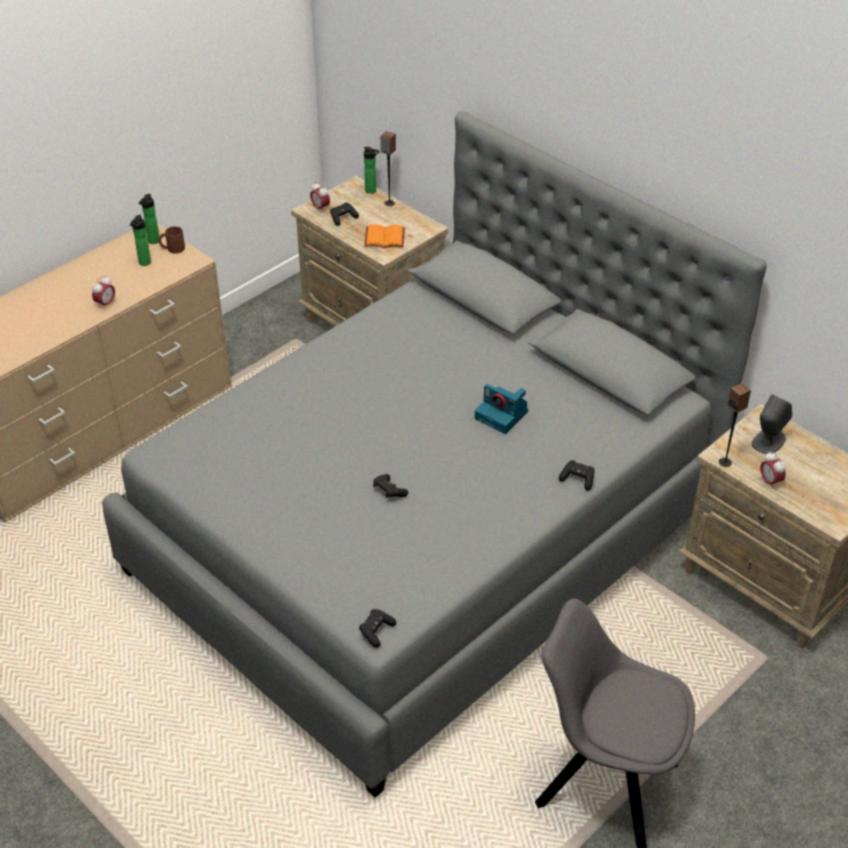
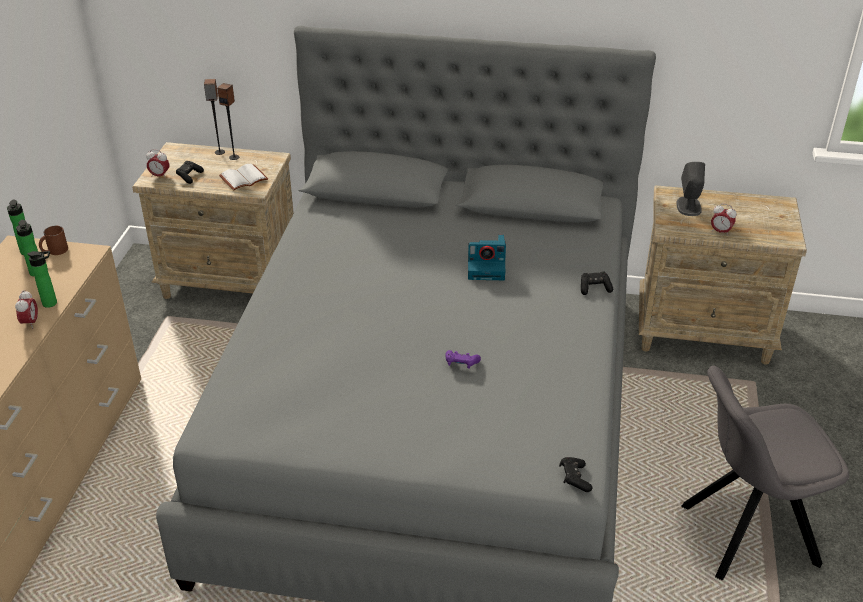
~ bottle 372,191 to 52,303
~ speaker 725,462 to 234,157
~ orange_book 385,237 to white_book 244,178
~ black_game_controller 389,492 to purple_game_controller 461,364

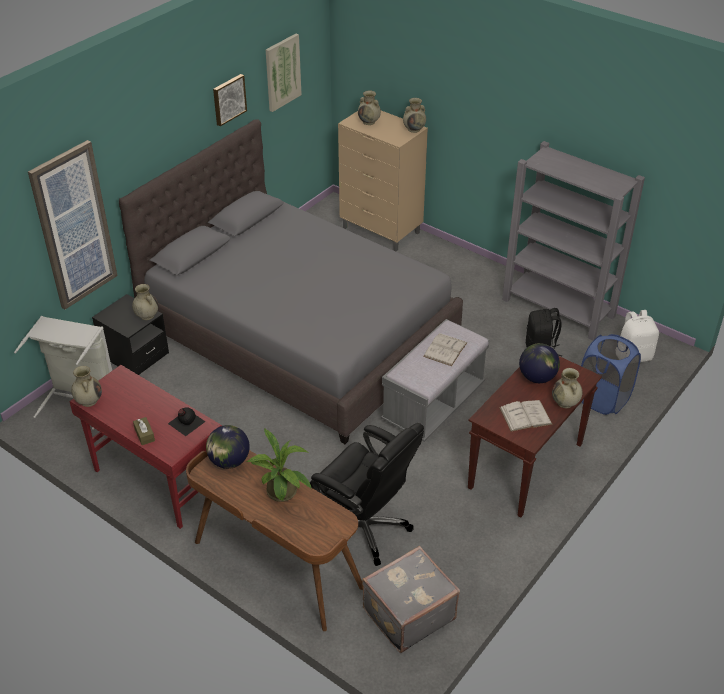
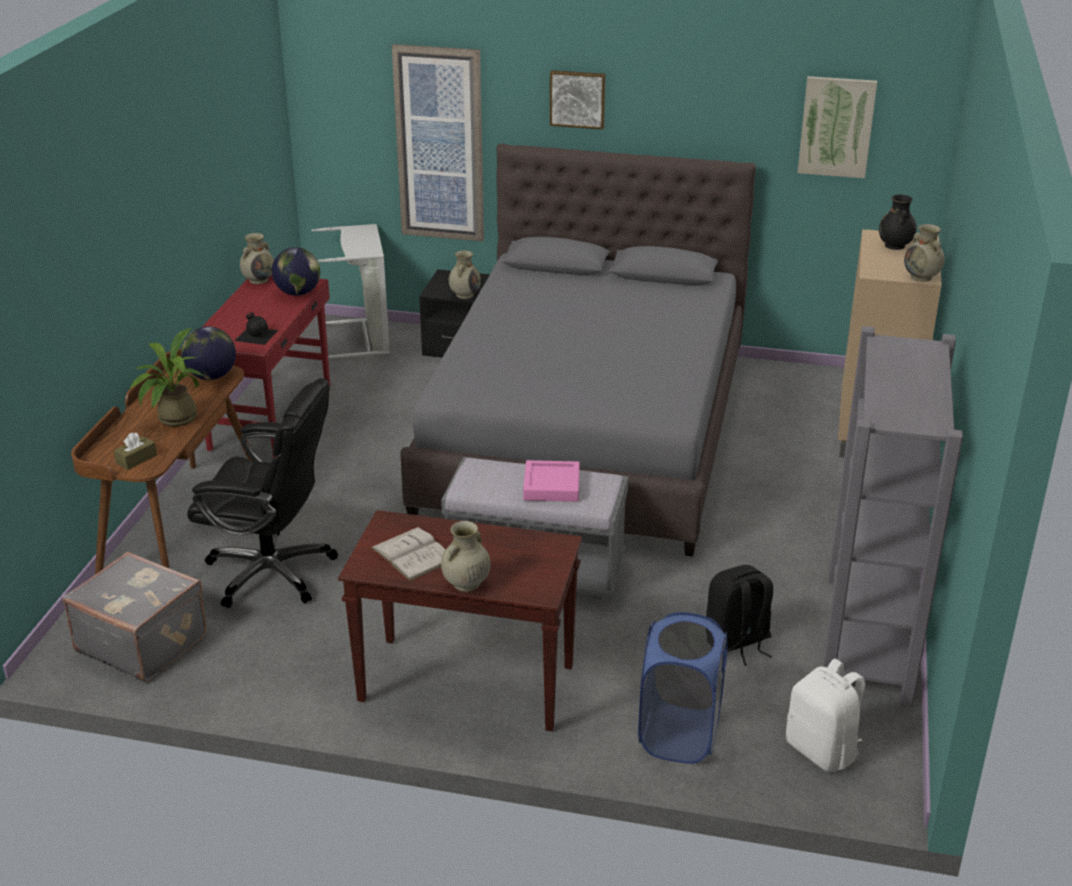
~ brown_tissue_box 144,435 to 136,459
~ picture 228,99 to 577,99
~ globe 537,378 to 298,293
~ white_book 445,349 to pink_tray 551,486
~ beige_vase 369,122 to black_vase 895,246
~ black_office_chair 363,527 = 271,571 90 degrees counterclockwise

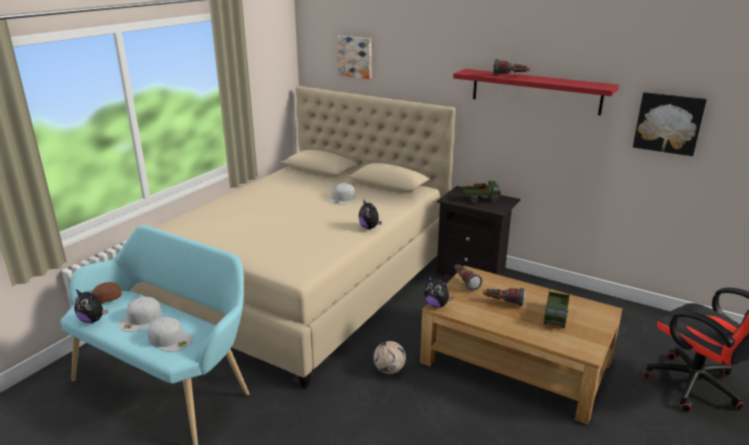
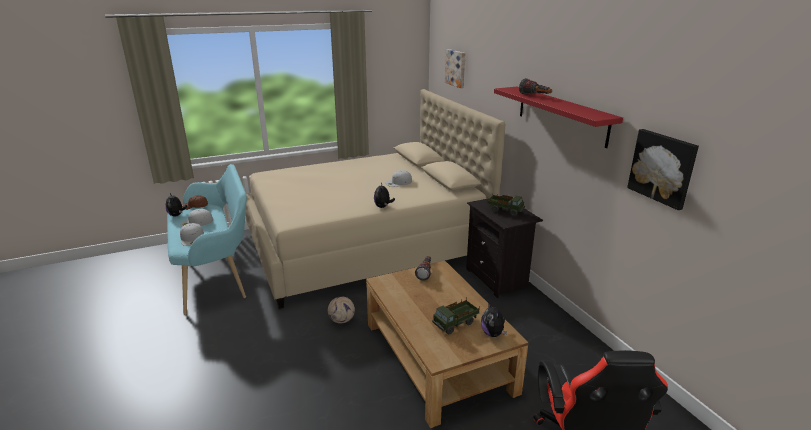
- flashlight 503,302
~ plush_toy 436,305 to 493,333

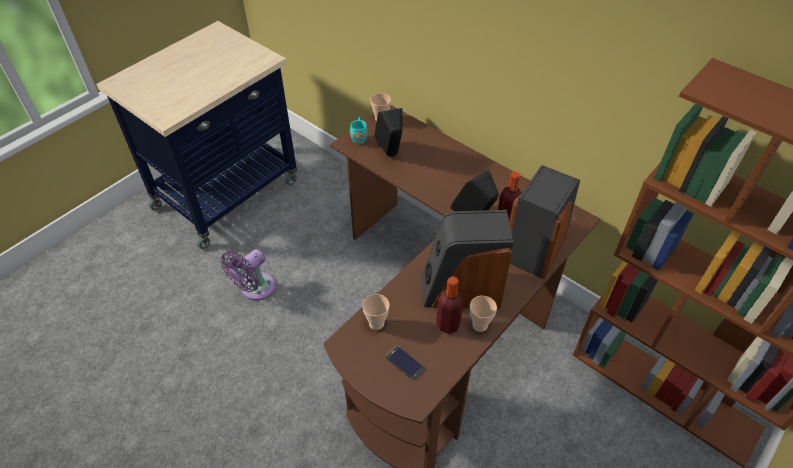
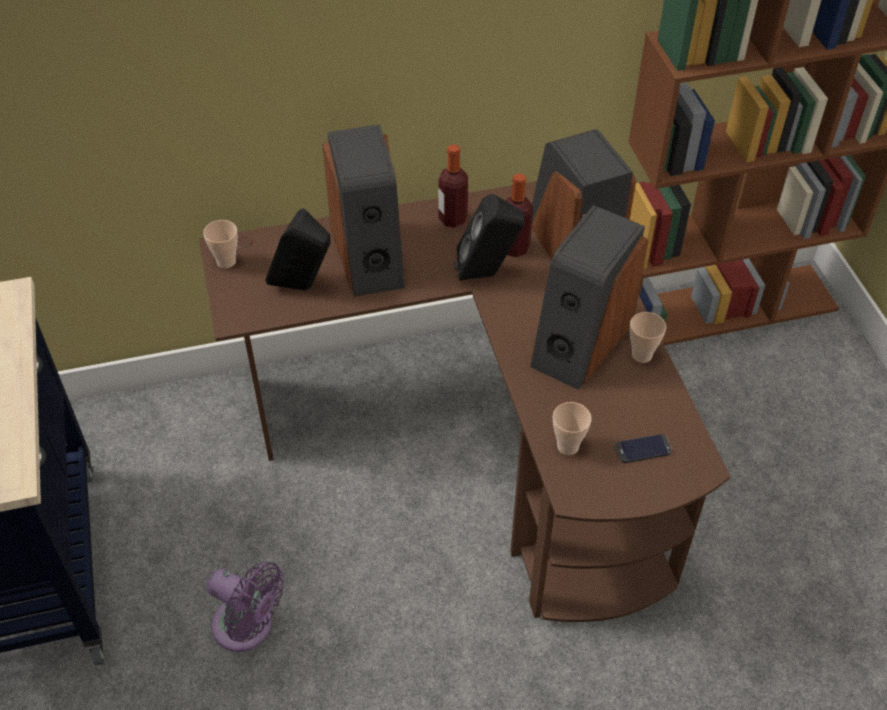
- turquoise_mug 359,137
+ speaker 369,256
~ bottle 448,324 to 453,219
~ purple_fan 255,289 = 247,628 45 degrees counterclockwise

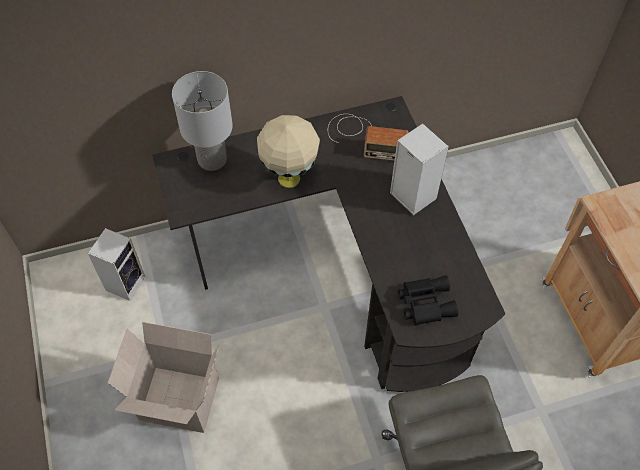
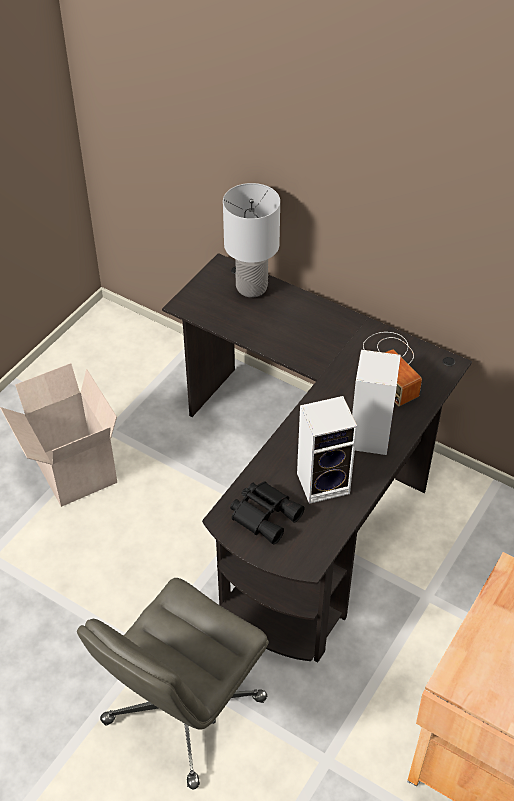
- beige_table_lamp 290,178
~ speaker 125,282 to 324,482

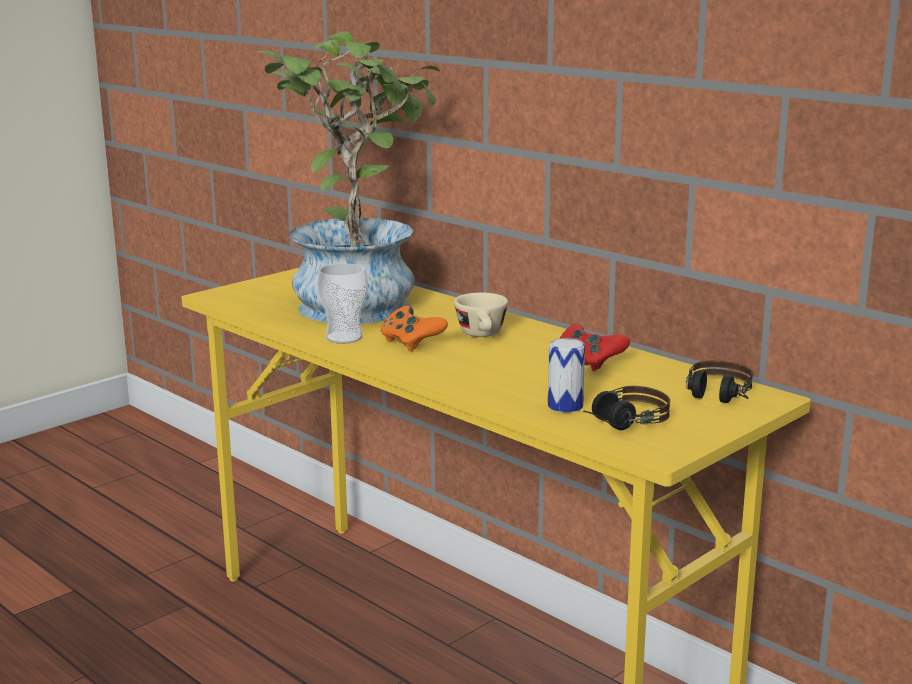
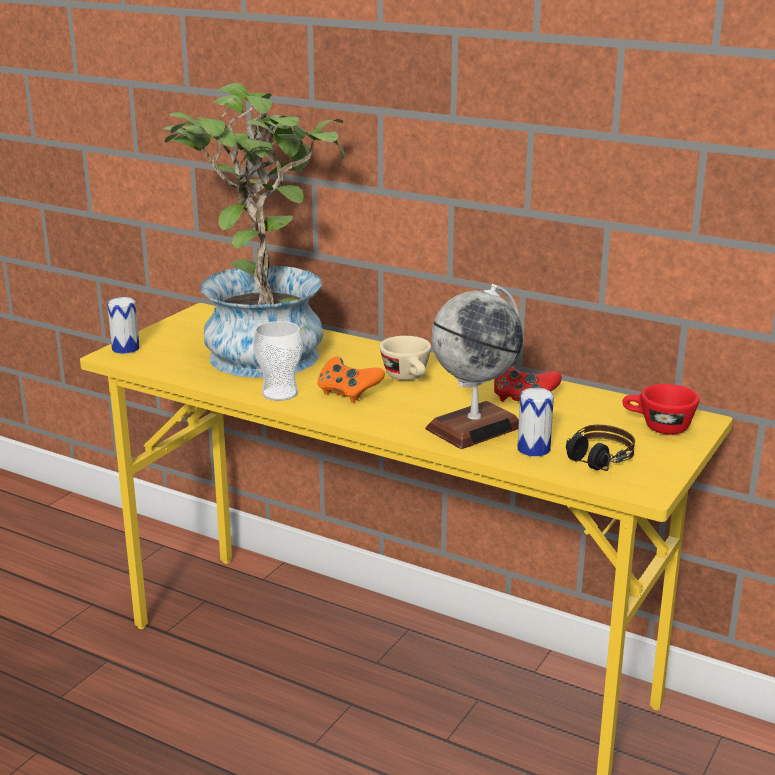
+ can 125,349
+ globe 474,427
~ headphones 717,399 to red_cup 657,427

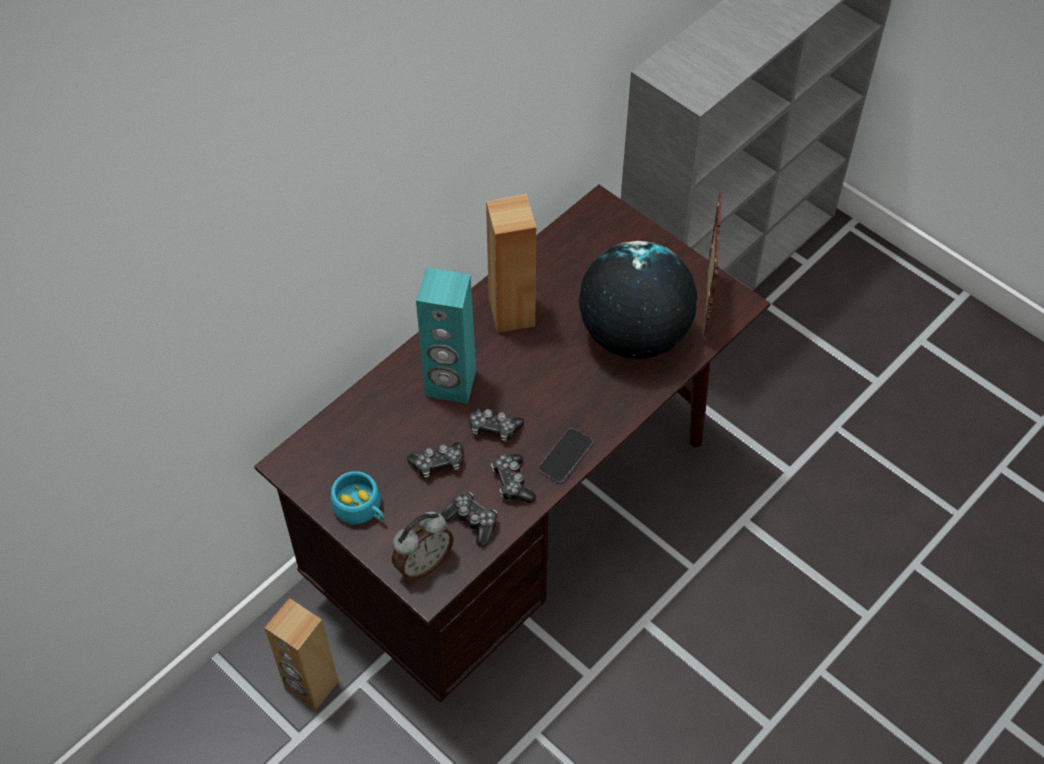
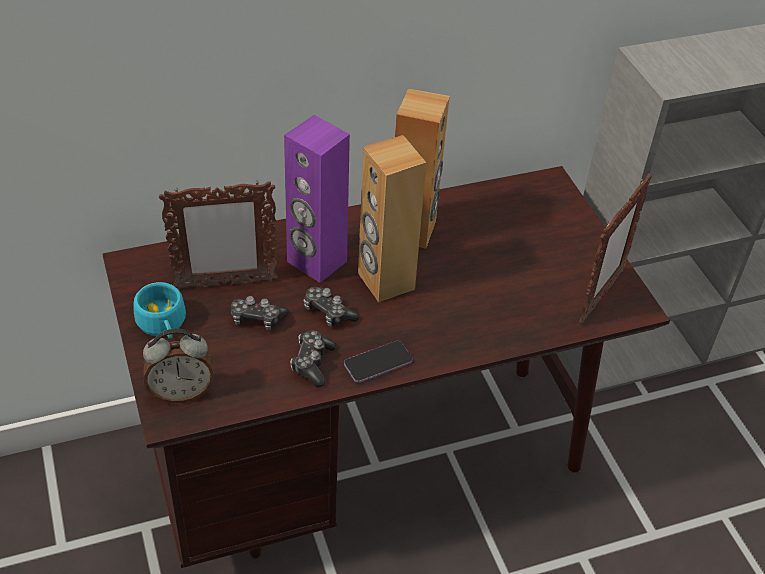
- game_controller 472,522
- globe 633,335
+ picture_frame 225,284
~ brown_speaker 311,686 to 385,281
~ turquoise_speaker 450,384 to purple_speaker 316,262

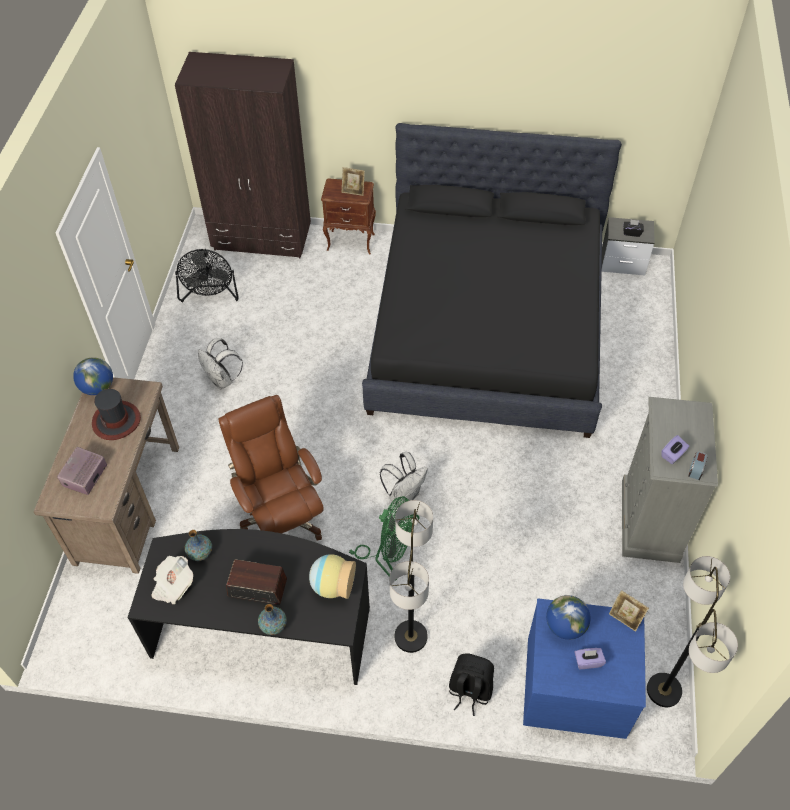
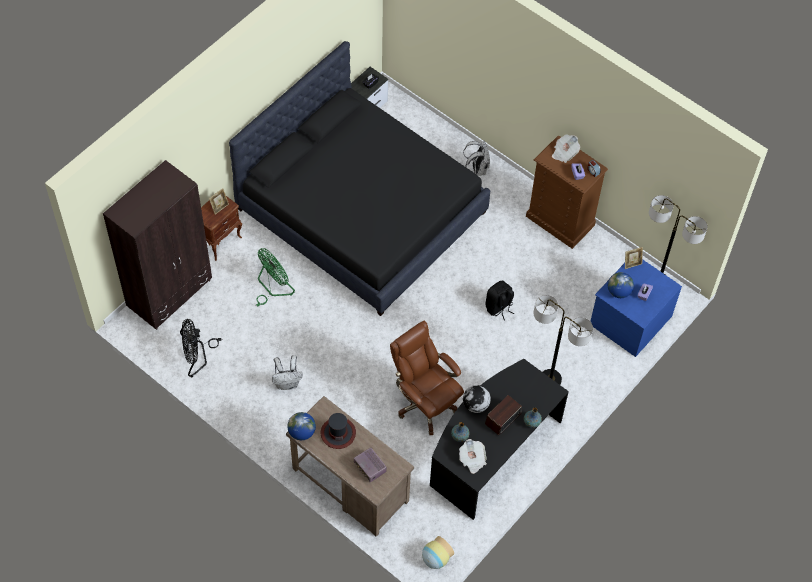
+ globe 475,405
+ newspaper 564,153
~ vase 332,585 to 435,559
~ green_fan 390,549 to 271,285
~ white_backpack 404,495 to 477,169
~ black_backpack 469,690 to 499,307
~ grey_dresser 650,521 to brown_dresser 560,221
~ black_fan 208,292 = 197,353 135 degrees clockwise
~ brown_office_chair 282,518 = 425,403 45 degrees clockwise

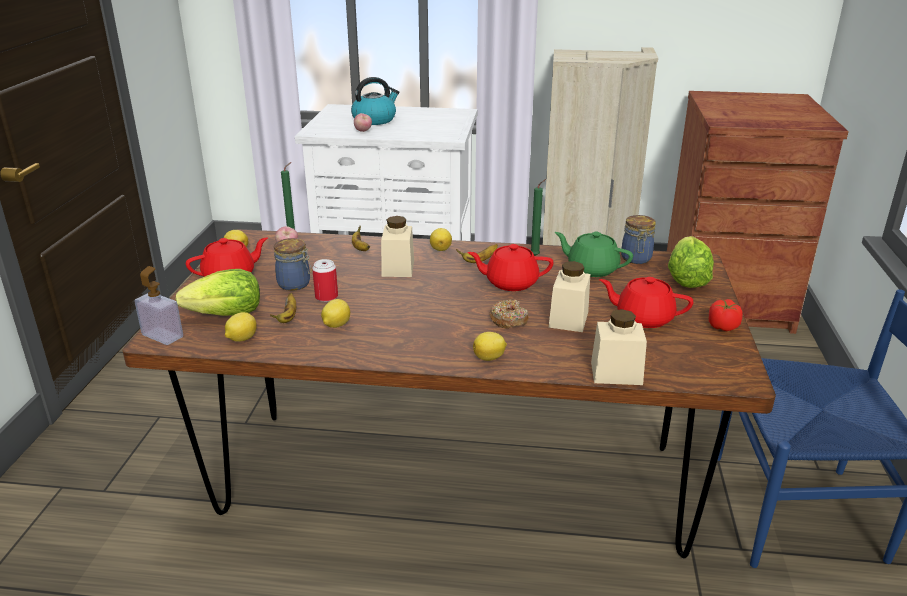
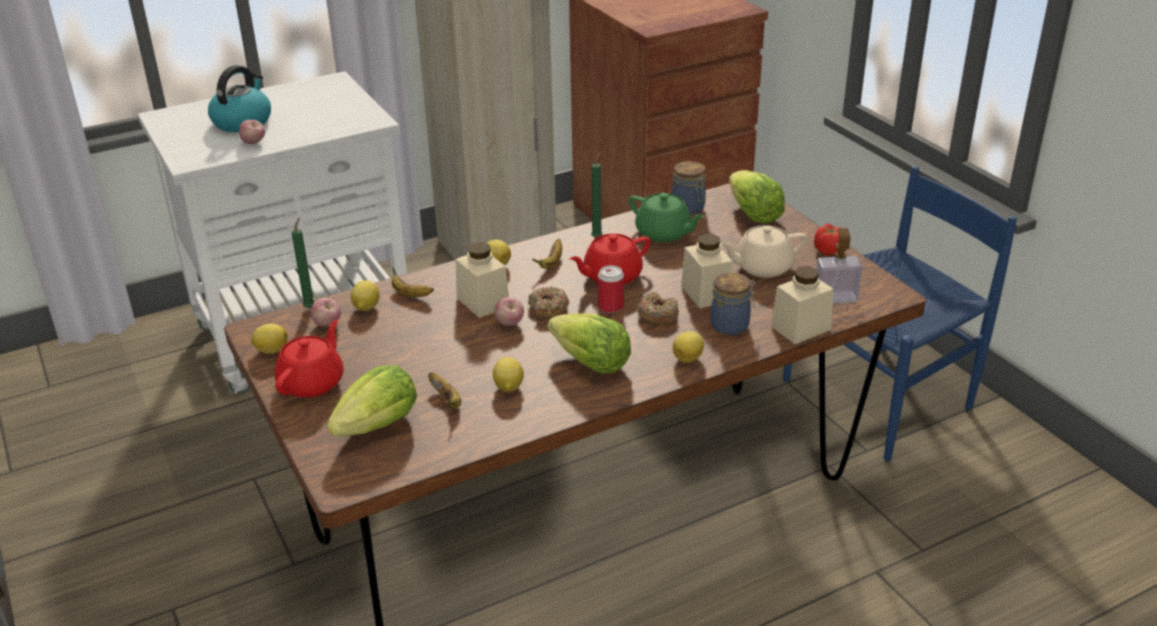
+ apple 510,324
+ donut 548,308
+ lettuce 591,364
~ soap_dispenser 162,336 to 835,297
~ lemon 241,339 to 366,307
~ jar 295,284 to 731,325
~ can 326,297 to 610,307
~ red_teapot 643,318 to beige_teapot 762,267
~ green_teapot 591,269 = 664,233 135 degrees counterclockwise

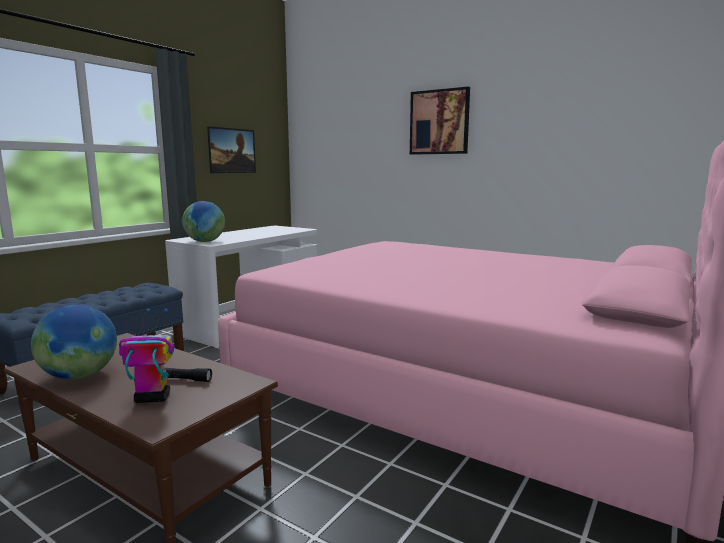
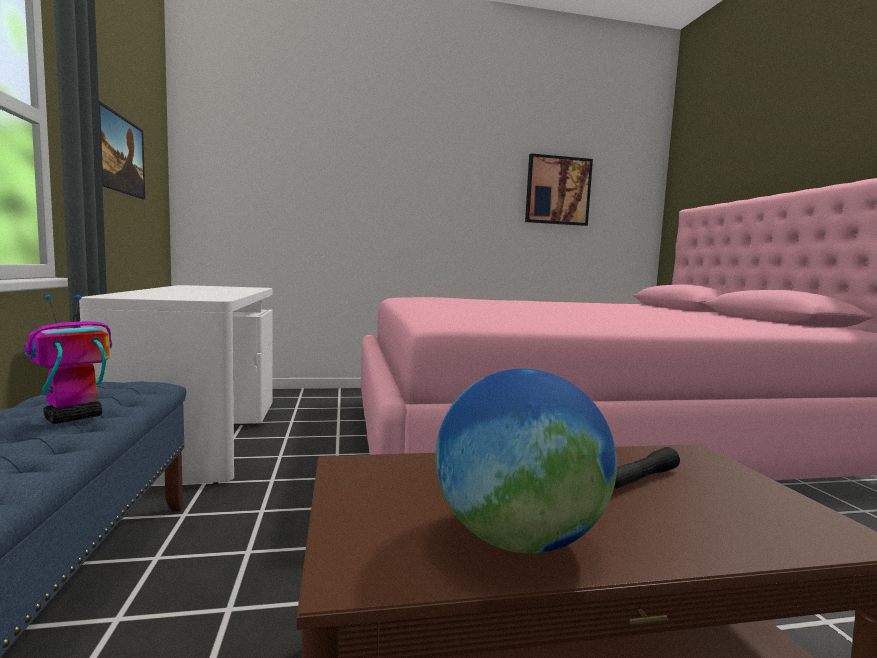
- globe 205,241
~ toy_robot 152,398 to 72,418
~ picture 439,122 to 557,190

